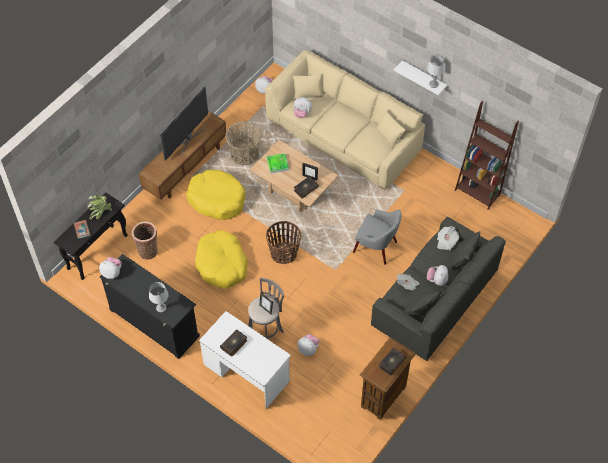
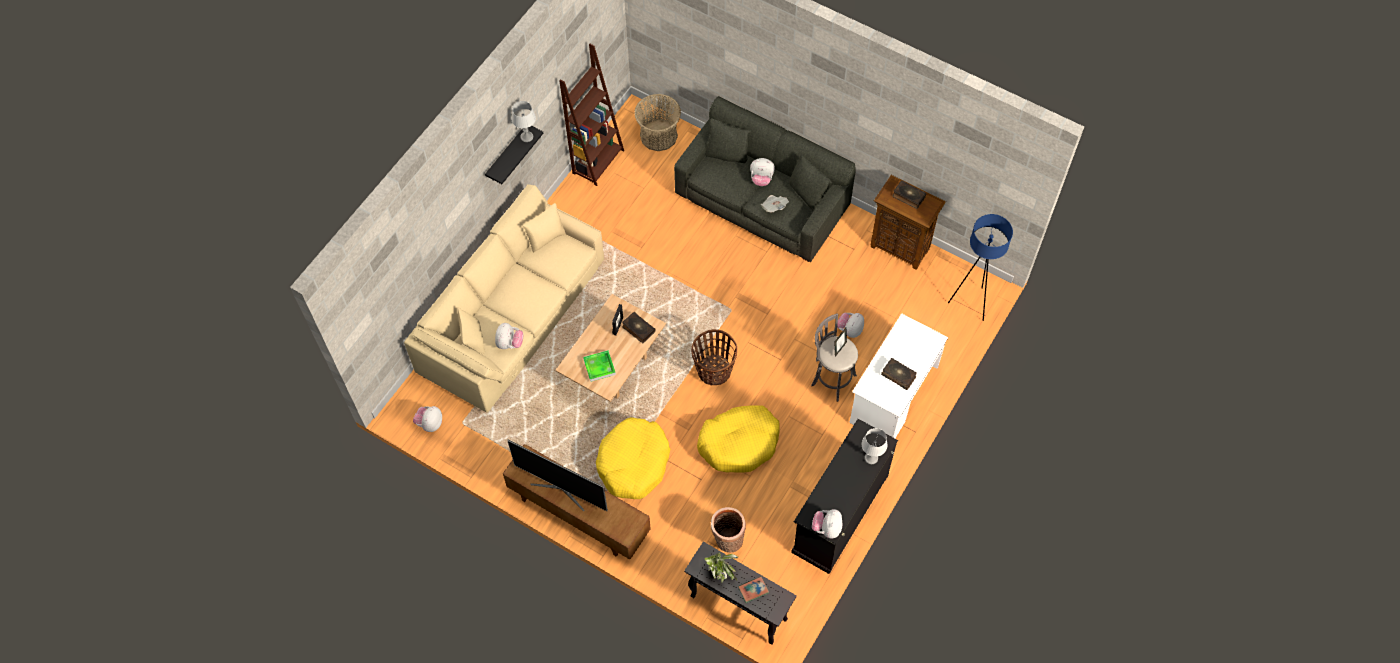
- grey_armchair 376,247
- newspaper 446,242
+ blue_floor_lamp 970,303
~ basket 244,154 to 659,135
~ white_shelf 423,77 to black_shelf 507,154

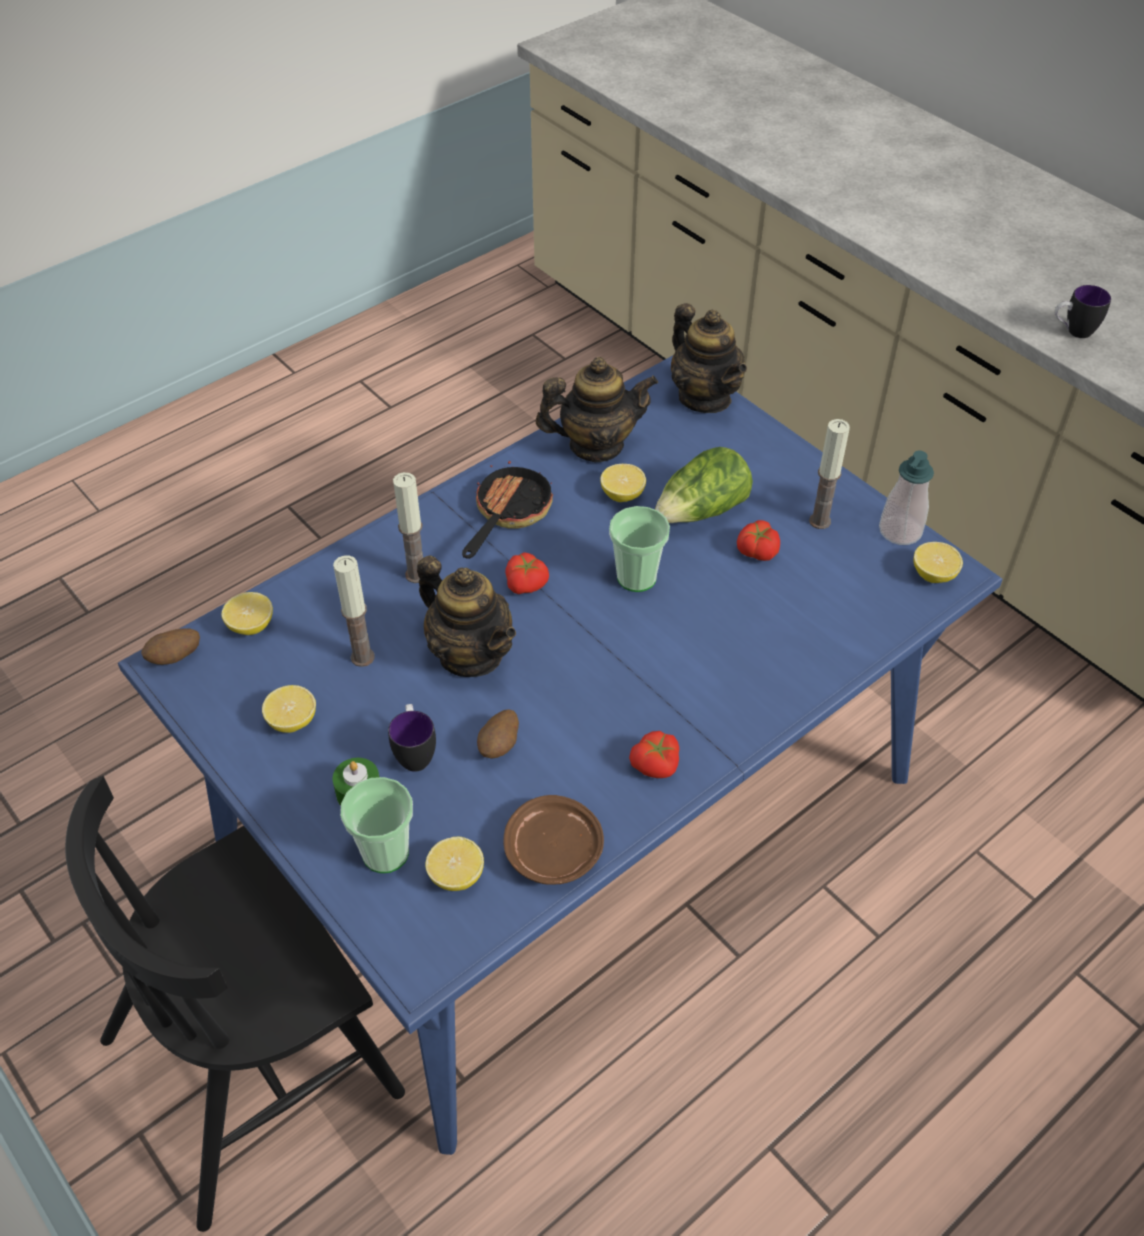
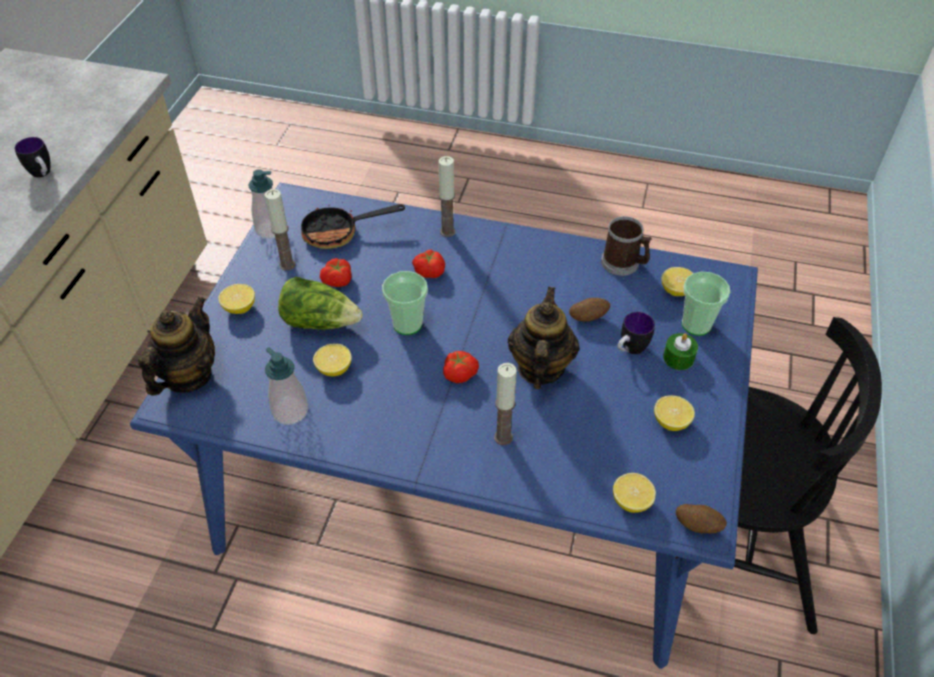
~ candle 362,657 to 447,232
~ frying_pan 508,514 to 339,233
~ tomato 656,765 to 430,271
~ lemon 933,574 to 239,308
~ brown_plate 554,851 to mug 624,264
~ teapot 596,445 to soap_dispenser 290,411

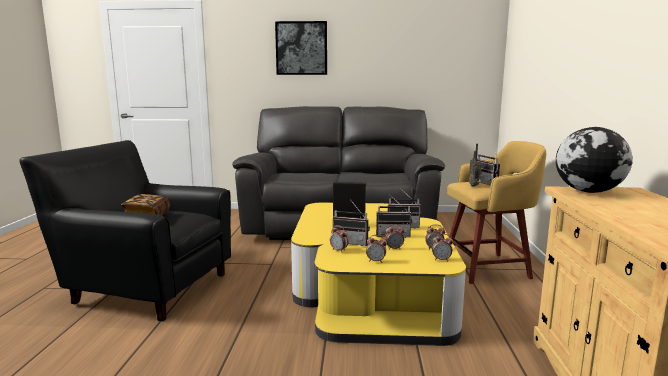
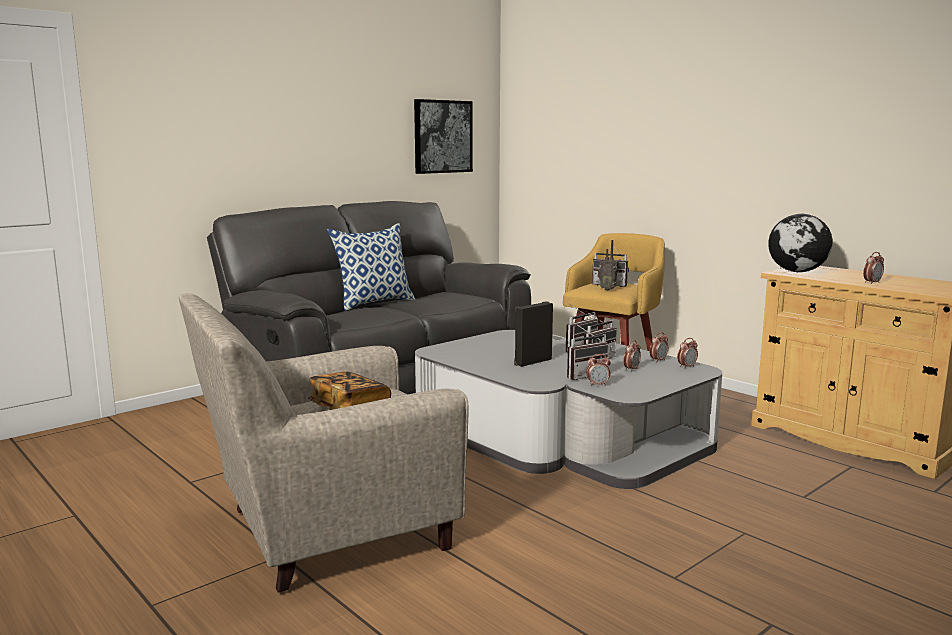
+ pillow 374,303
~ picture 301,48 to 442,136
~ alarm_clock 376,261 to 872,283
~ black_armchair 148,288 to beige_armchair 328,532
~ yellow_coffee_table 368,286 to grey_coffee_table 559,433

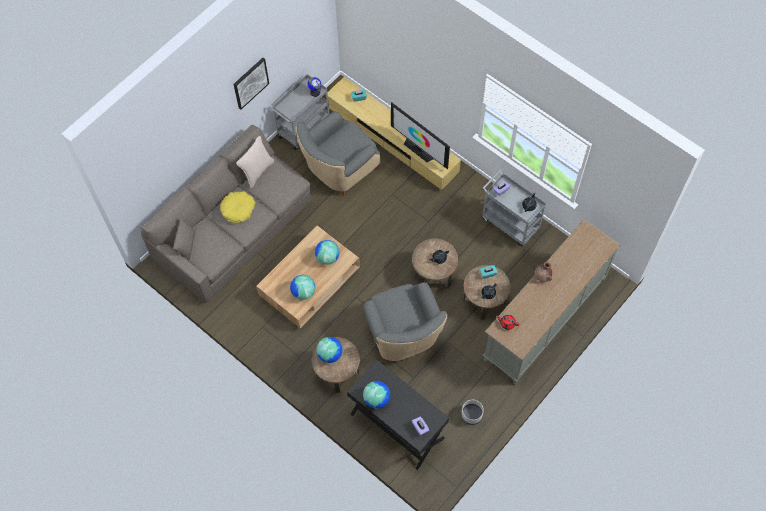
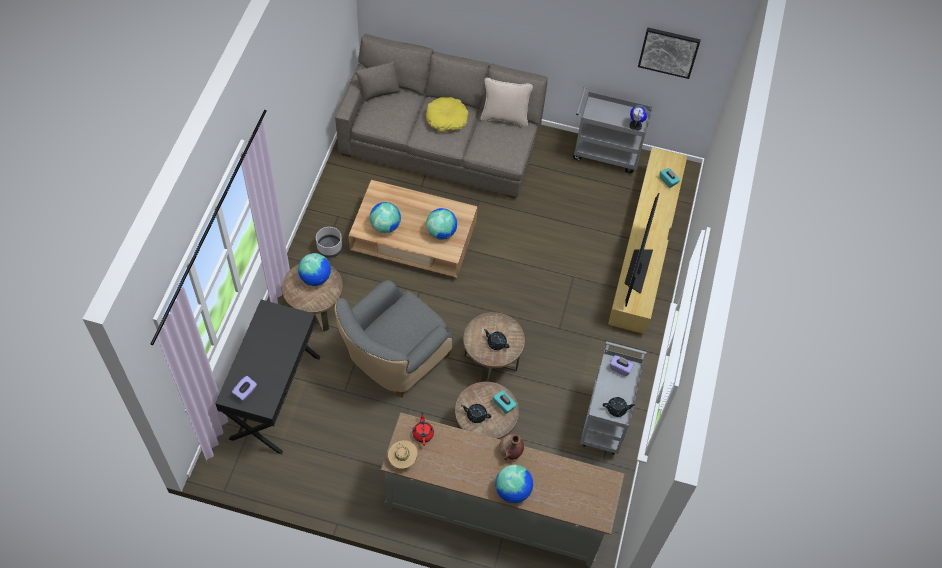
- grey_armchair 339,169
+ beige_hat 402,458
~ picture 250,83 to 668,52
~ globe 377,399 to 513,491
~ grey_planter 472,415 to 329,249

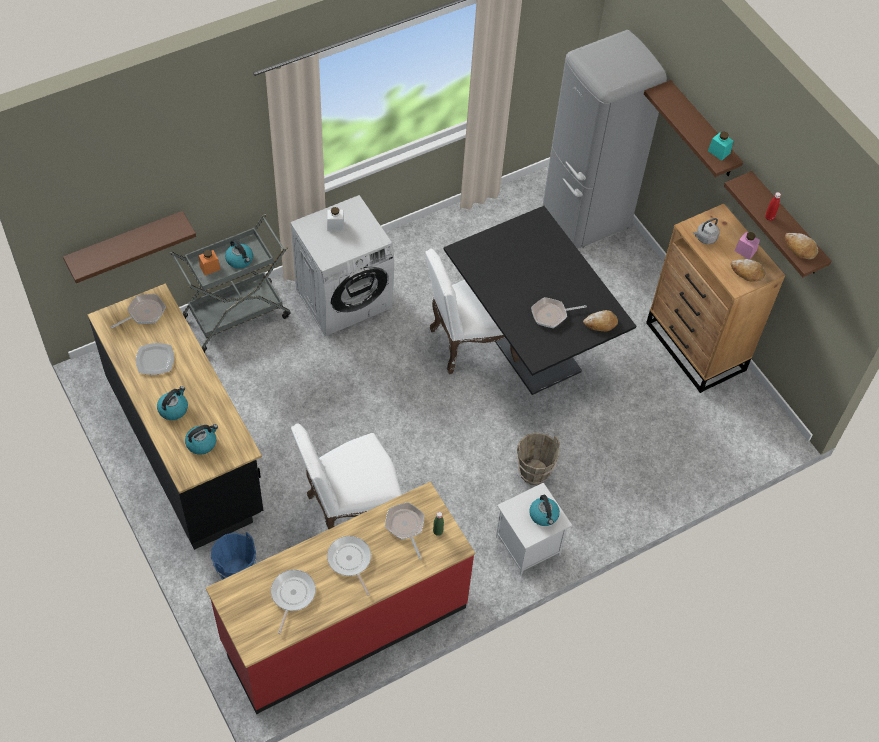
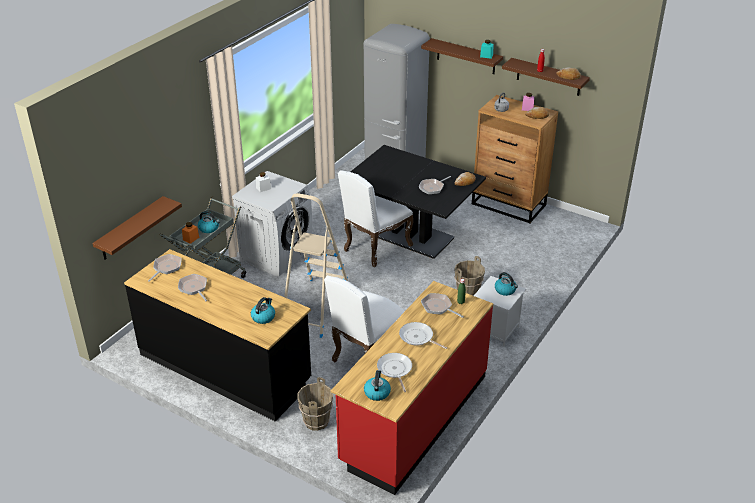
+ beige_step_ladder 316,306
~ kettle 173,409 to 377,392
~ plate 155,360 to frying_pan 194,288
~ blue_bucket 236,572 to brown_bucket 316,421

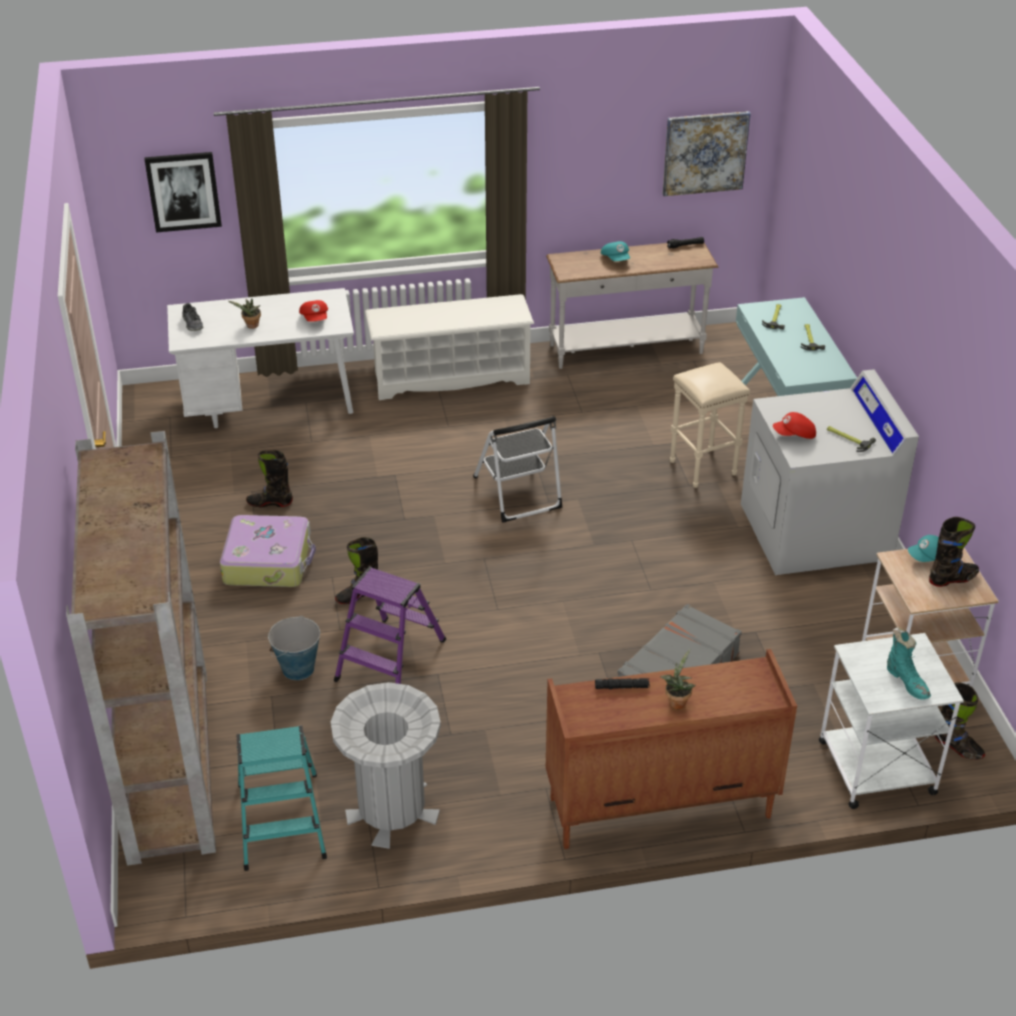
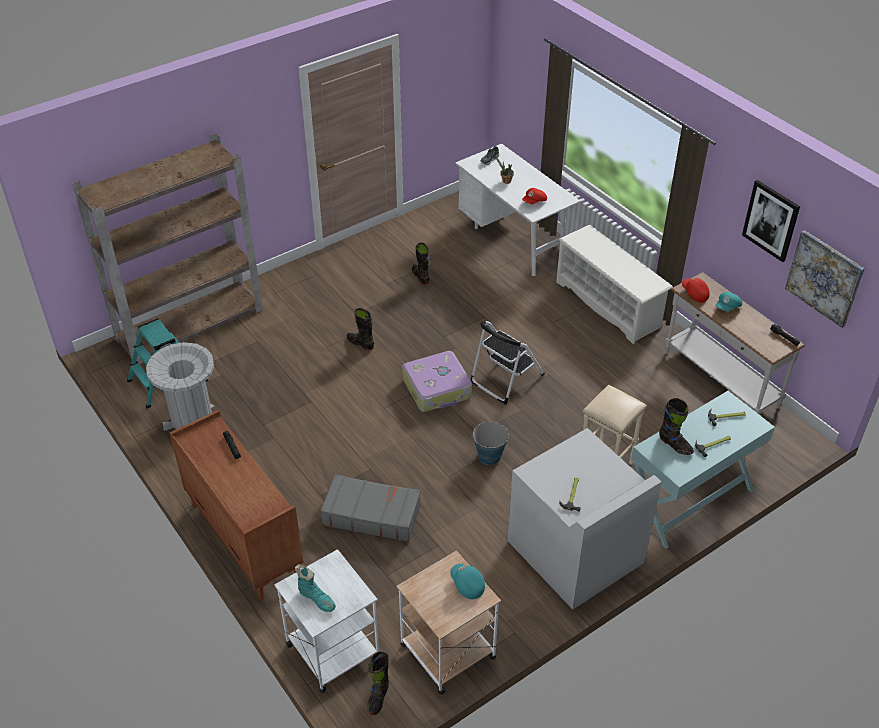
- purple_step_ladder 390,659
- potted_plant 676,701
~ picture 183,191 to 771,220
~ suitcase 268,561 to 437,389
~ bucket 298,669 to 489,456
~ red_cap 794,435 to 694,294
~ black_boot 952,579 to 675,445
~ turquoise_boot 907,682 = 316,599 90 degrees counterclockwise

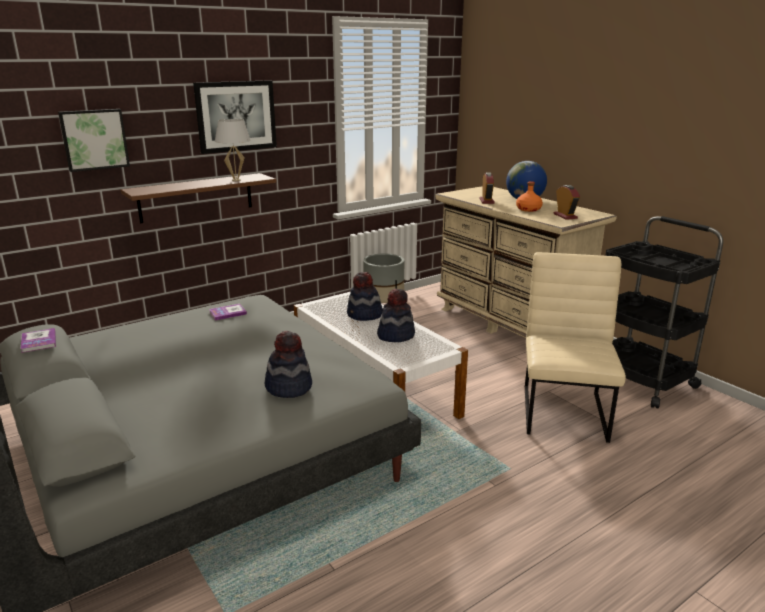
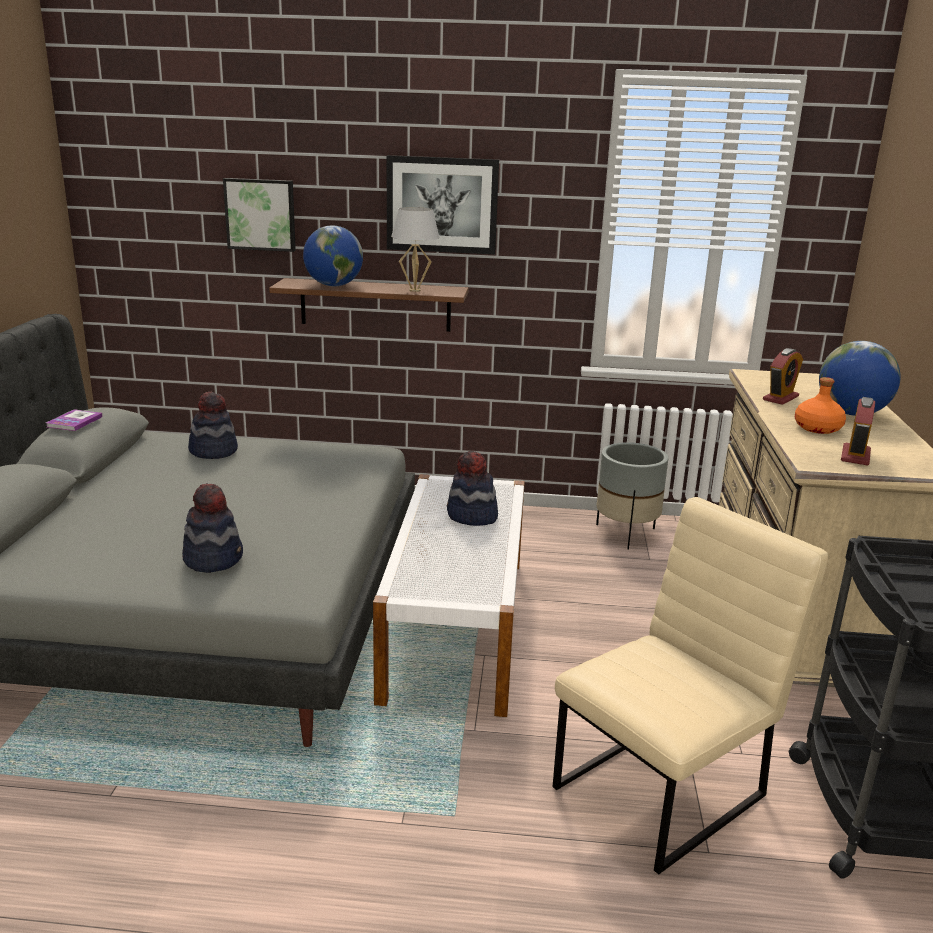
- book 228,313
+ globe 333,285
~ hat 395,335 to 213,451

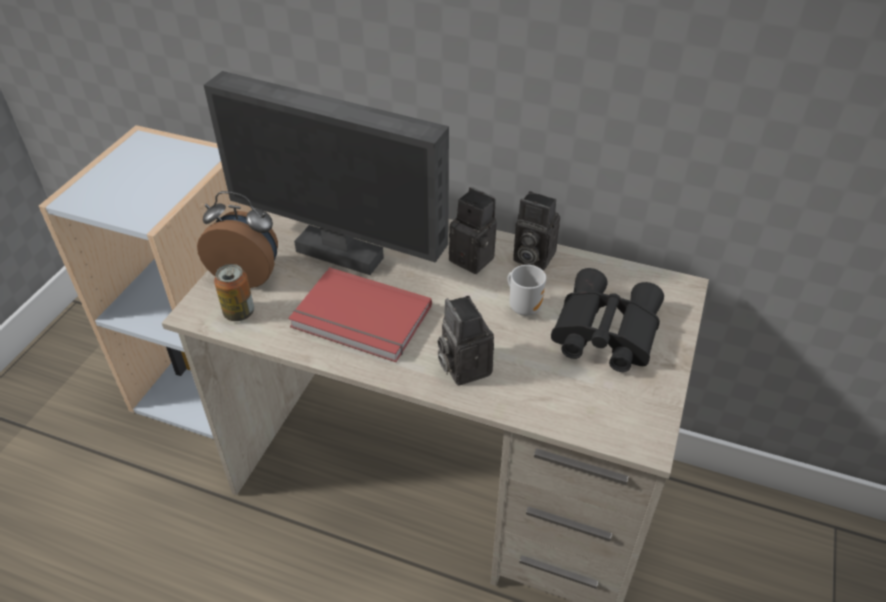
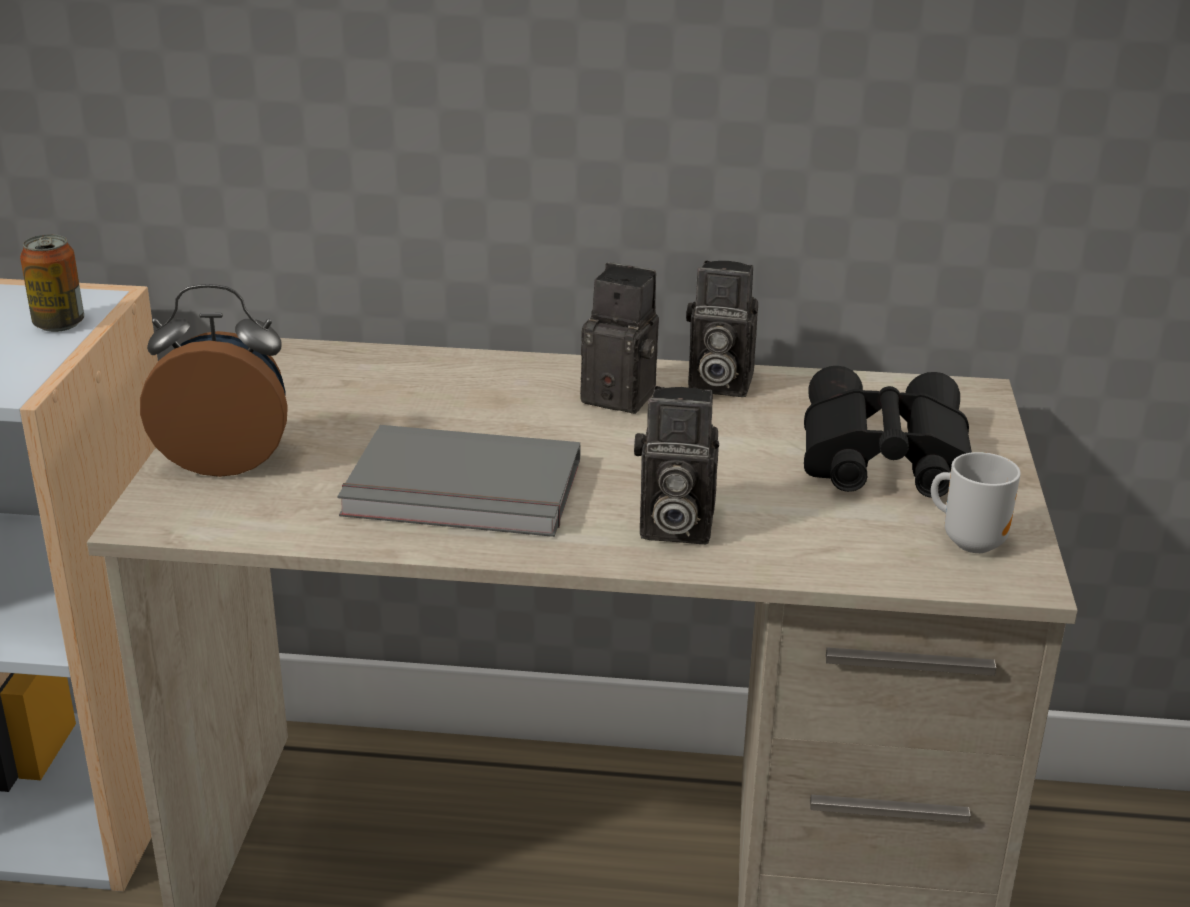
- monitor 341,252
~ can 239,312 to 59,324
~ mug 524,307 to 970,541
~ red_book 360,320 to grey_book 463,492
~ photo_camera 462,366 = 671,527 45 degrees counterclockwise

